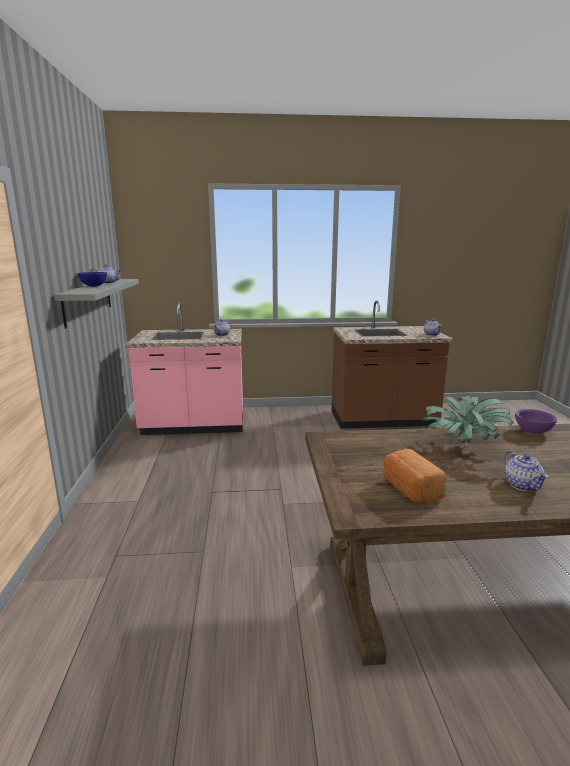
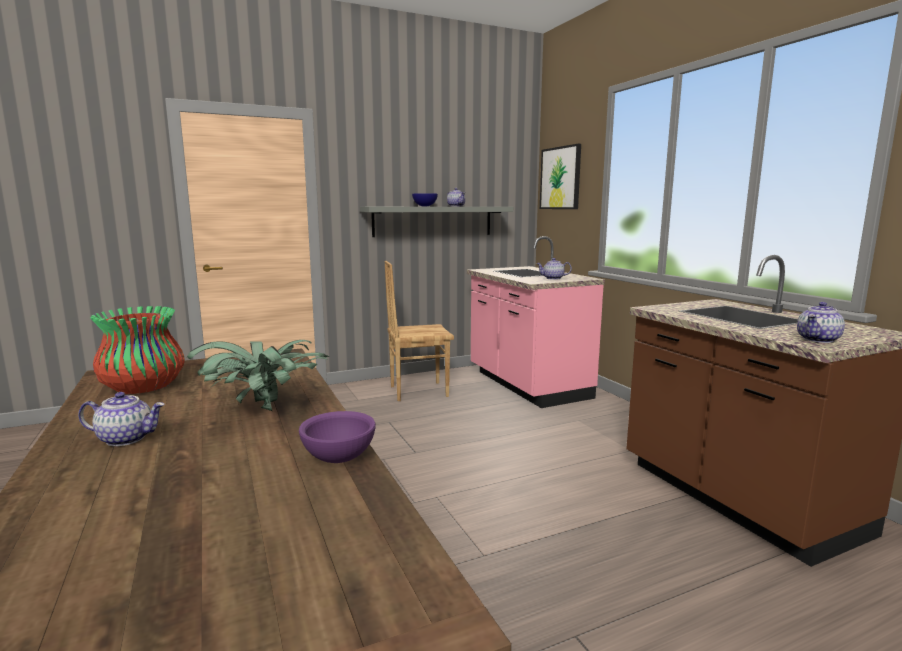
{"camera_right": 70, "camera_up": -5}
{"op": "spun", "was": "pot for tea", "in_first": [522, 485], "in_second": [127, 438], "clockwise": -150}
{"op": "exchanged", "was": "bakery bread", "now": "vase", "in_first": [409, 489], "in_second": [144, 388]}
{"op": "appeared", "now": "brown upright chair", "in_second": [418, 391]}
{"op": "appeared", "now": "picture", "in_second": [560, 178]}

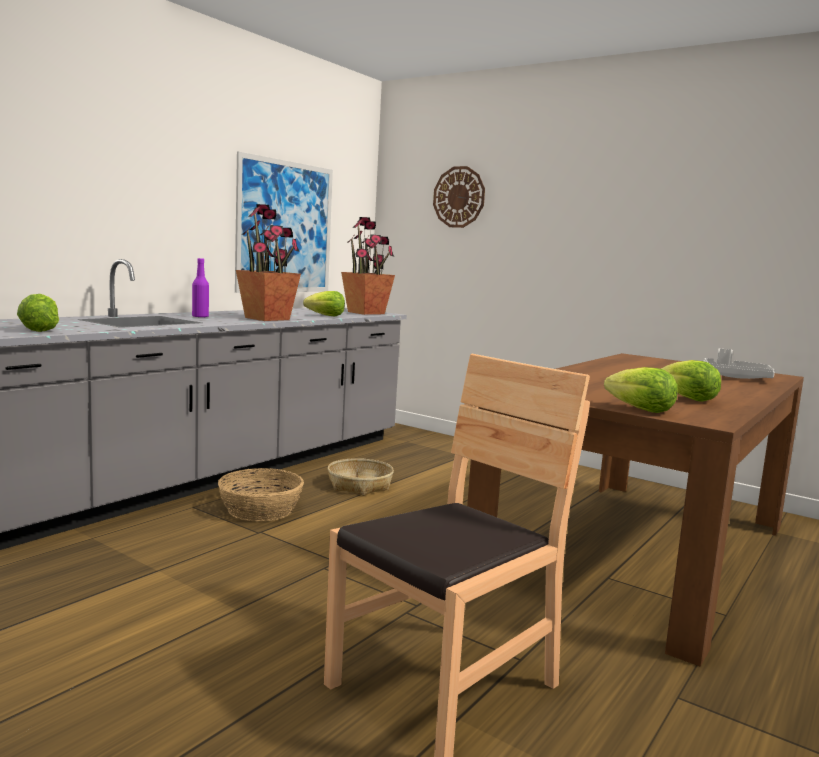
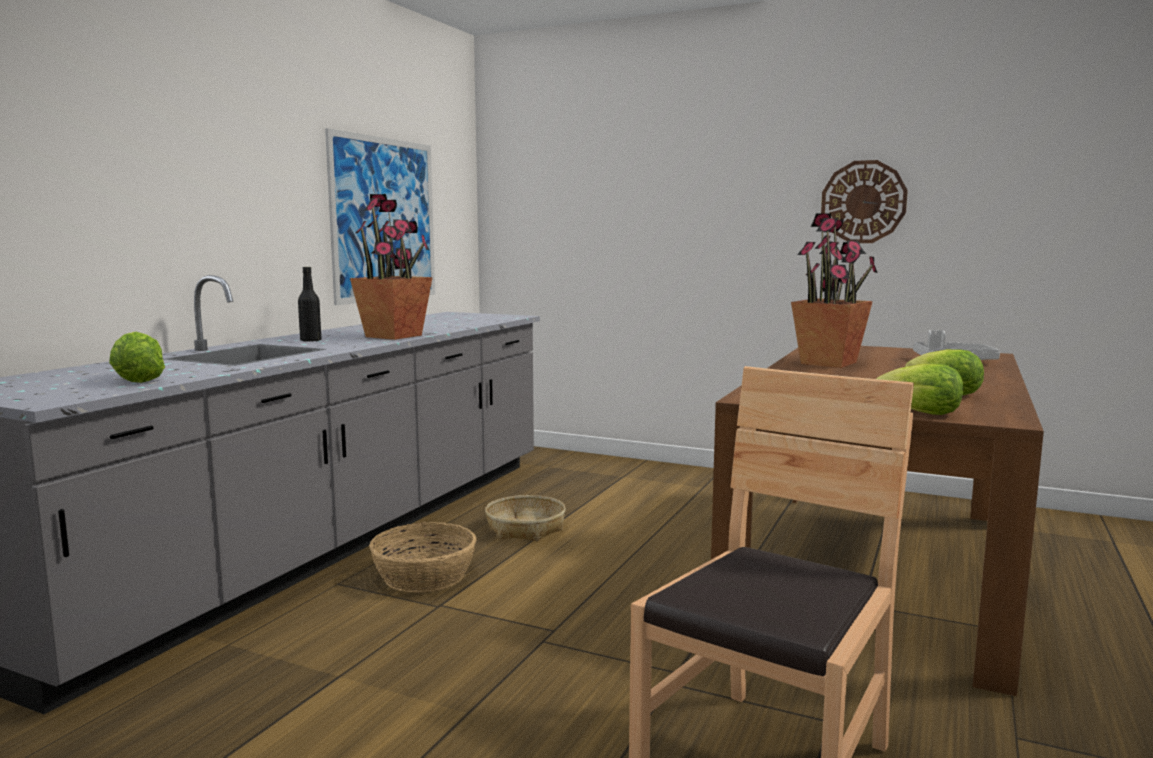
{"camera_right": -10, "camera_up": 0}
{"op": "colour", "was": "purple-coloured bottle", "now": "black bottle", "in_first": [200, 317], "in_second": [311, 341]}
{"op": "relocated", "was": "houseplant", "in_first": [366, 313], "in_second": [829, 363]}
{"op": "relocated", "was": "wall clock", "in_first": [459, 197], "in_second": [863, 202]}
{"op": "missing", "was": "head of lettuce", "in_first": [326, 316]}

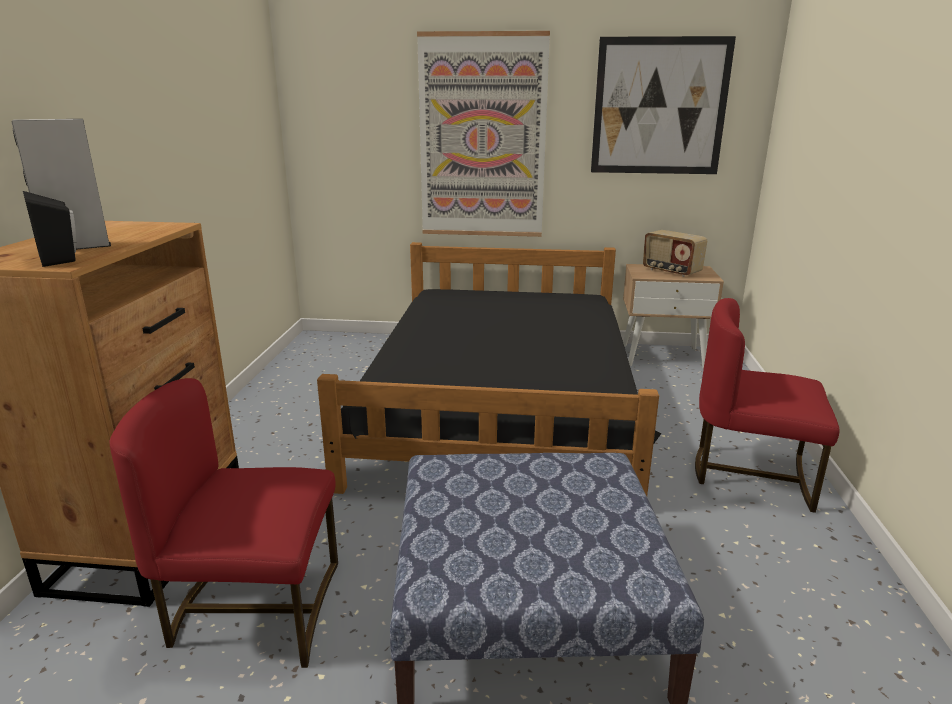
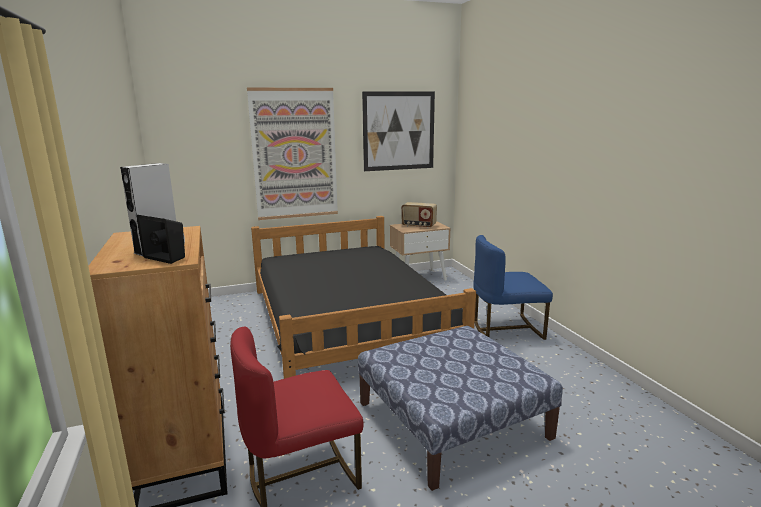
{"camera_right": -25, "camera_up": -5}
{"op": "colour", "was": "red-coloured upright chair", "now": "blue-coloured upright chair", "in_first": [751, 474], "in_second": [506, 328]}

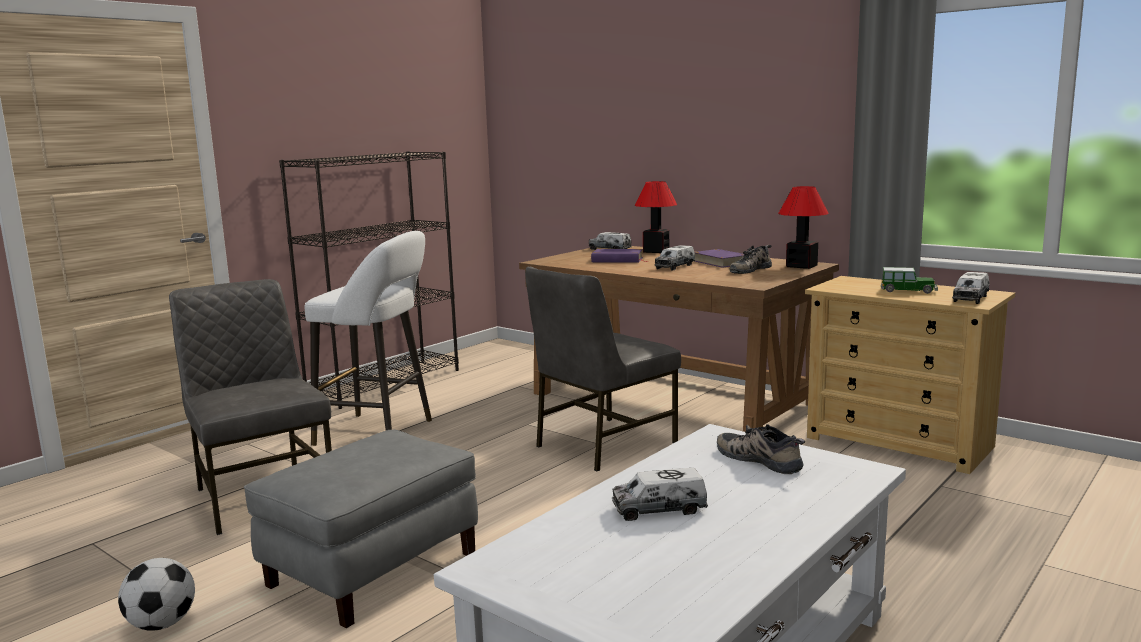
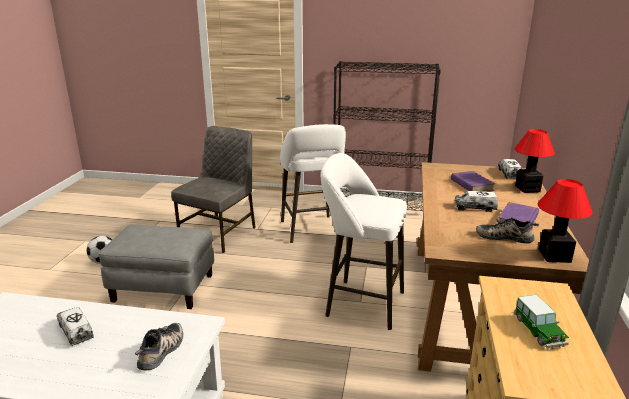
{"camera_right": 60, "camera_up": 10}
{"op": "exchanged", "was": "gray upright chair", "now": "white stool", "in_first": [603, 444], "in_second": [360, 303]}
{"op": "missing", "was": "toy lorry", "in_first": [970, 298]}

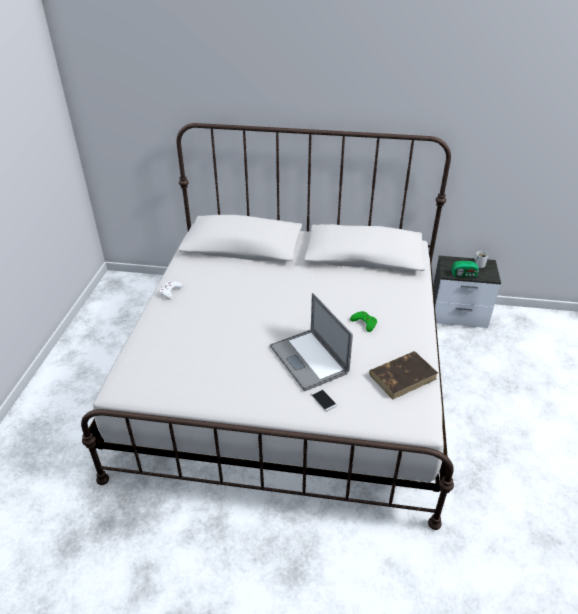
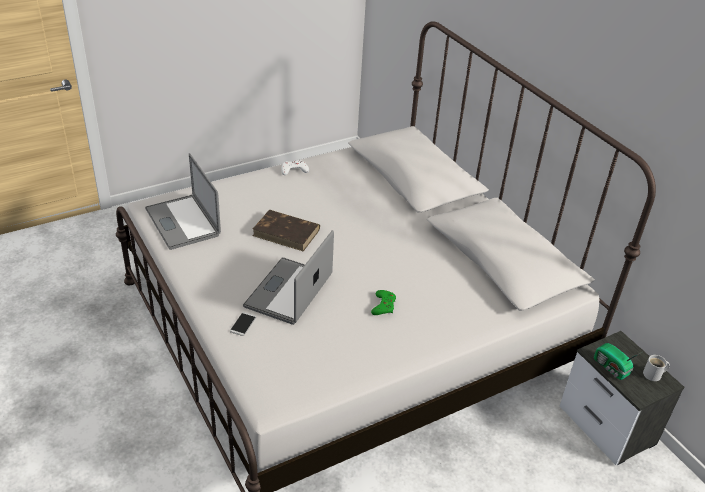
{"camera_right": 50, "camera_up": 0}
{"op": "appeared", "now": "portable computer", "in_second": [182, 222]}
{"op": "relocated", "was": "brown bound book", "in_first": [403, 376], "in_second": [287, 233]}

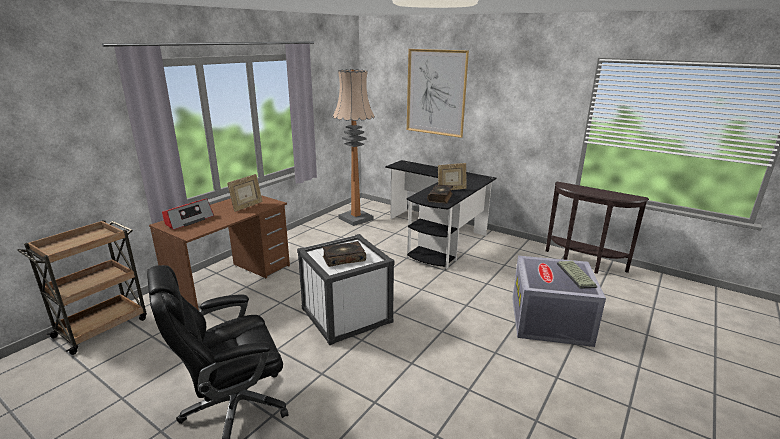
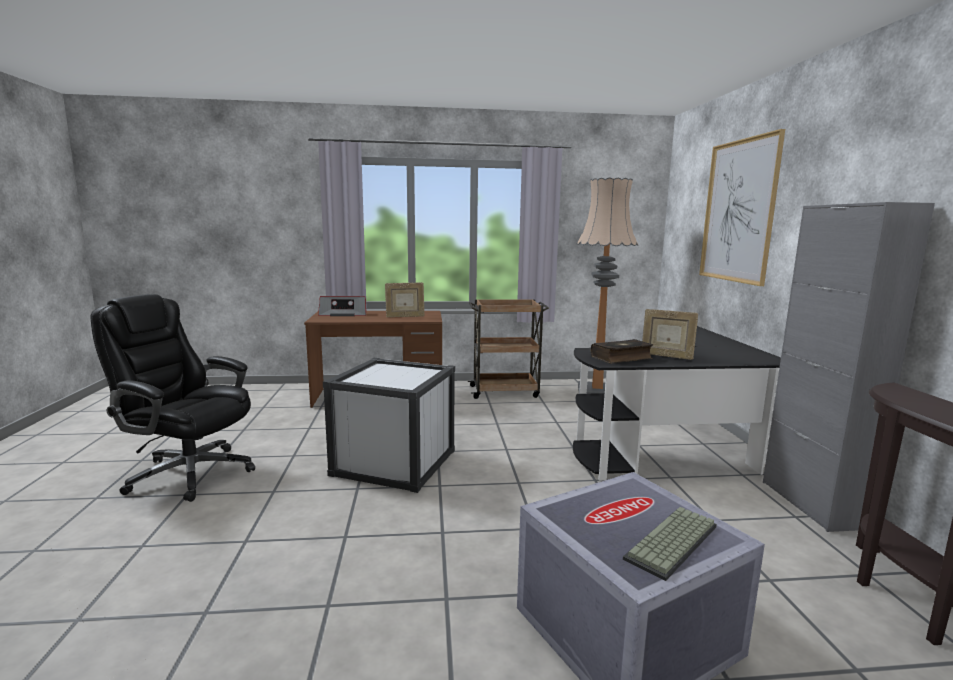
{"camera_right": 50, "camera_up": -10}
{"op": "relocated", "was": "brown wheeled cart", "in_first": [103, 327], "in_second": [505, 391]}
{"op": "appeared", "now": "gray cupboard", "in_second": [811, 504]}
{"op": "missing", "was": "bound book", "in_first": [343, 259]}

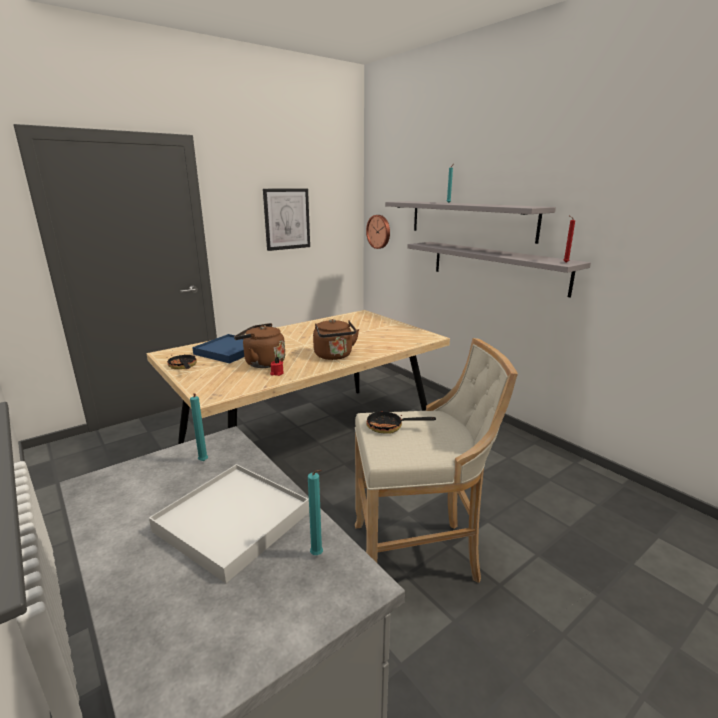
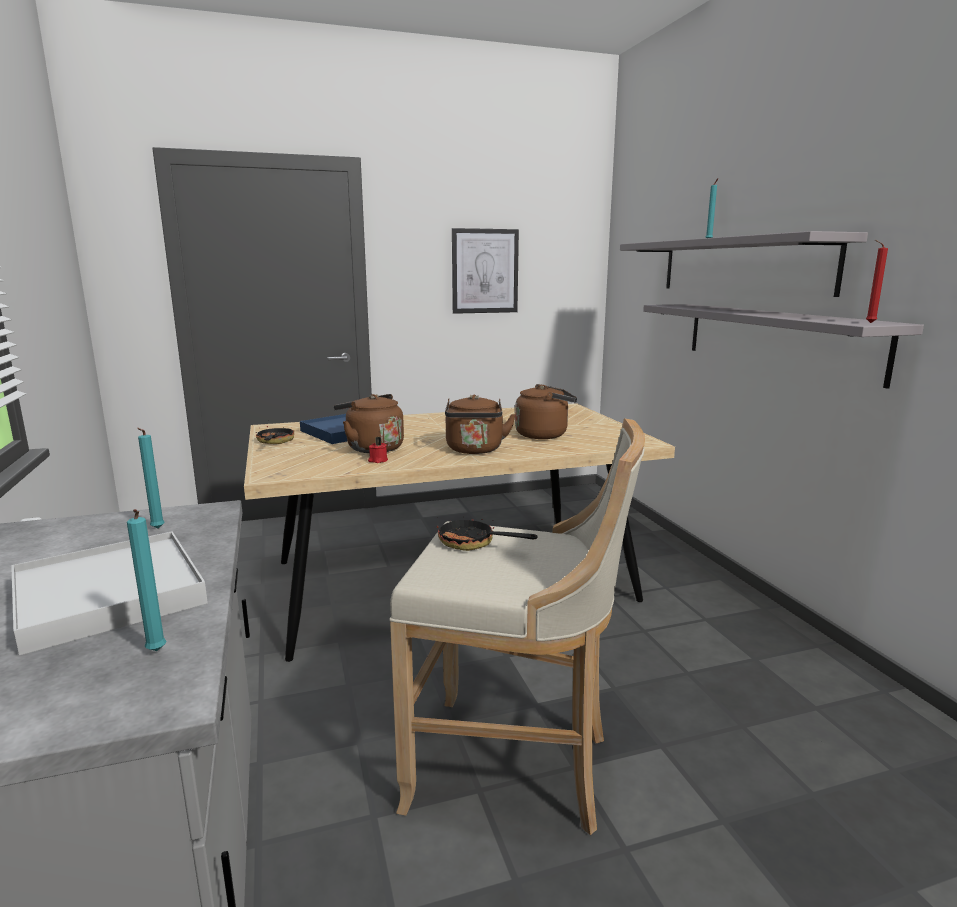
{"camera_right": 20, "camera_up": -5}
{"op": "appeared", "now": "brown kettle", "in_second": [544, 434]}
{"op": "missing", "was": "wall clock", "in_first": [379, 231]}

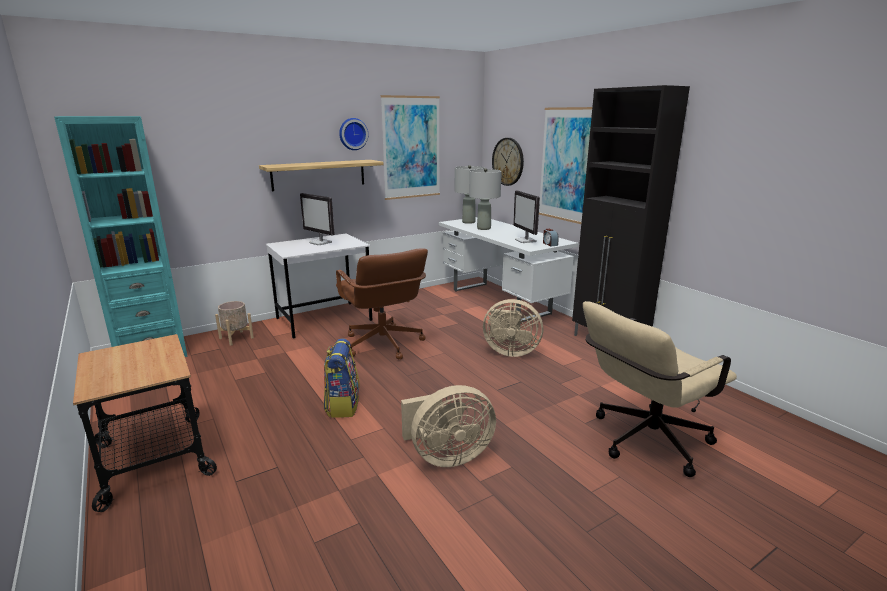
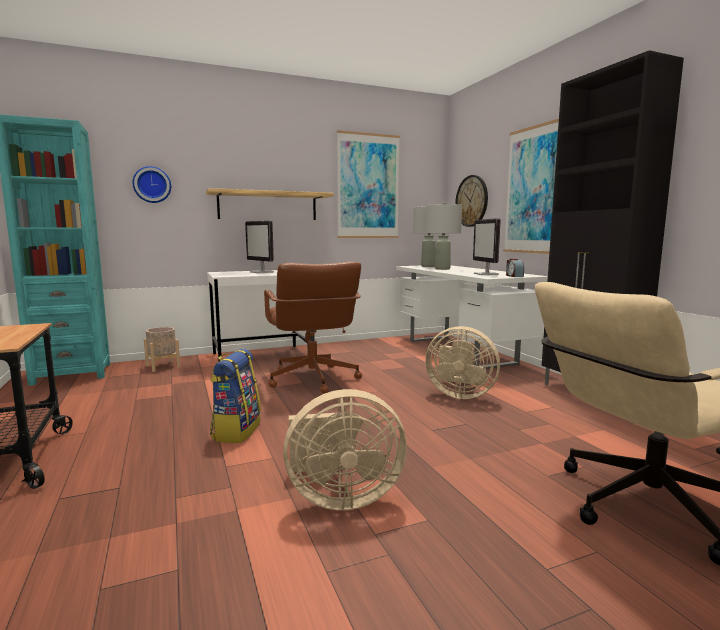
{"camera_right": 10, "camera_up": -10}
{"op": "relocated", "was": "wall clock", "in_first": [352, 134], "in_second": [152, 185]}

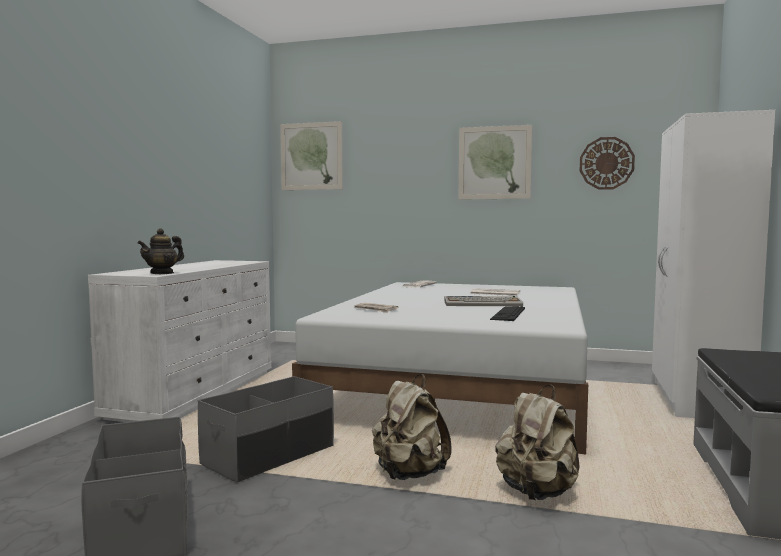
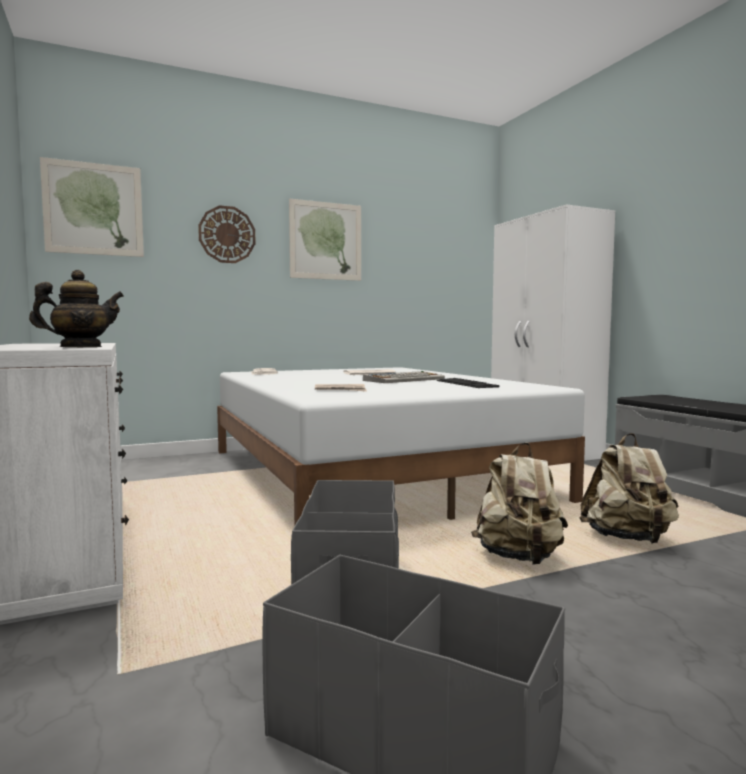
{"camera_right": -40, "camera_up": 0}
{"op": "spun", "was": "pot for tea", "in_first": [162, 273], "in_second": [80, 347], "clockwise": -120}
{"op": "relocated", "was": "wall clock", "in_first": [606, 163], "in_second": [227, 234]}

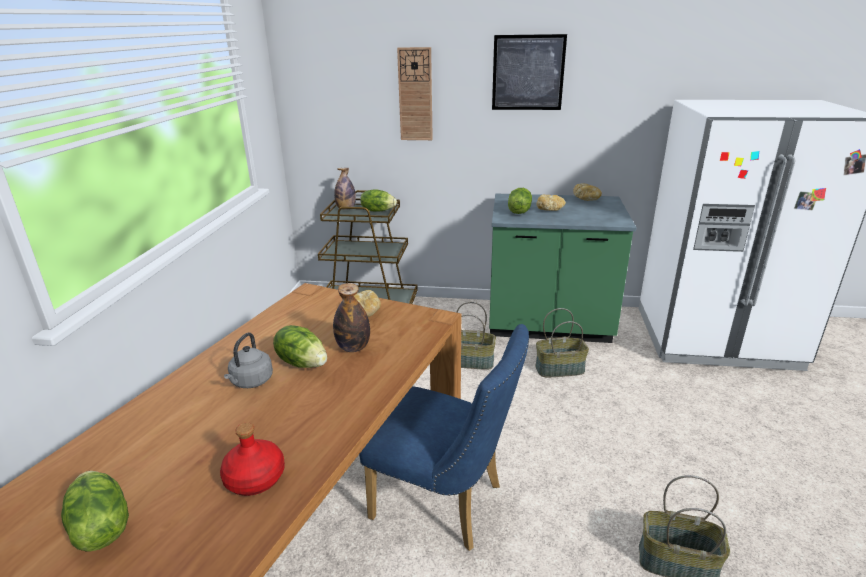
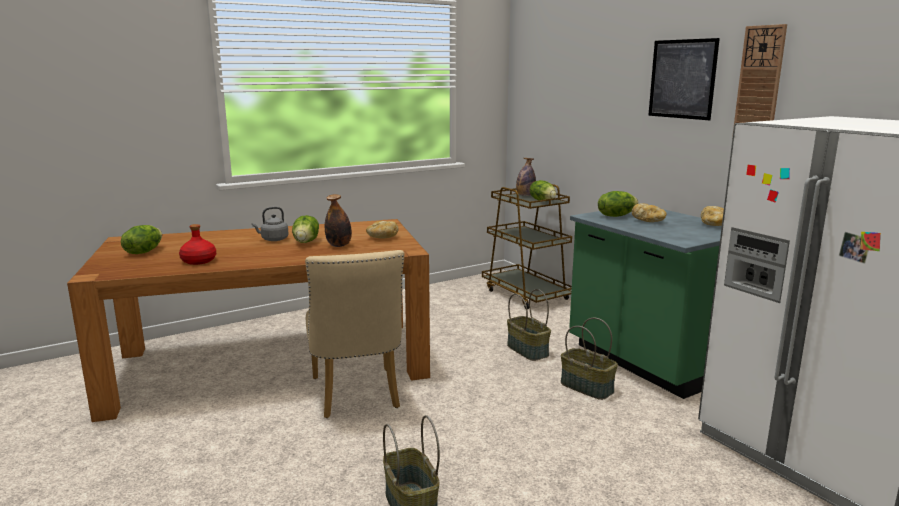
{"camera_right": 50, "camera_up": -10}
{"op": "colour", "was": "blue-coloured upright chair", "now": "beige-coloured upright chair", "in_first": [446, 504], "in_second": [356, 397]}
{"op": "relocated", "was": "wall clock", "in_first": [415, 95], "in_second": [759, 83]}

